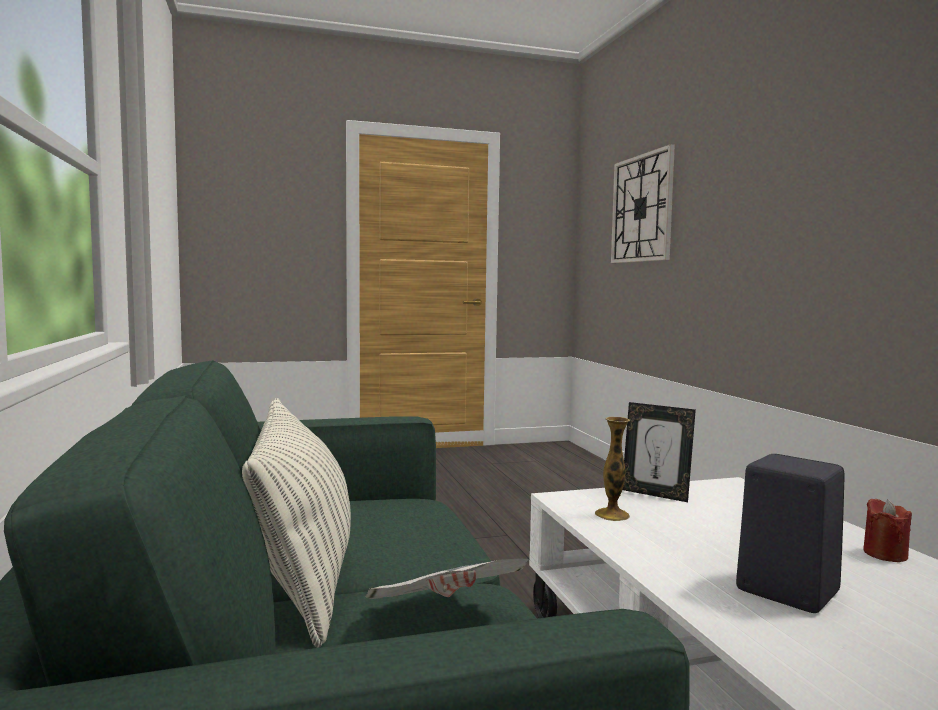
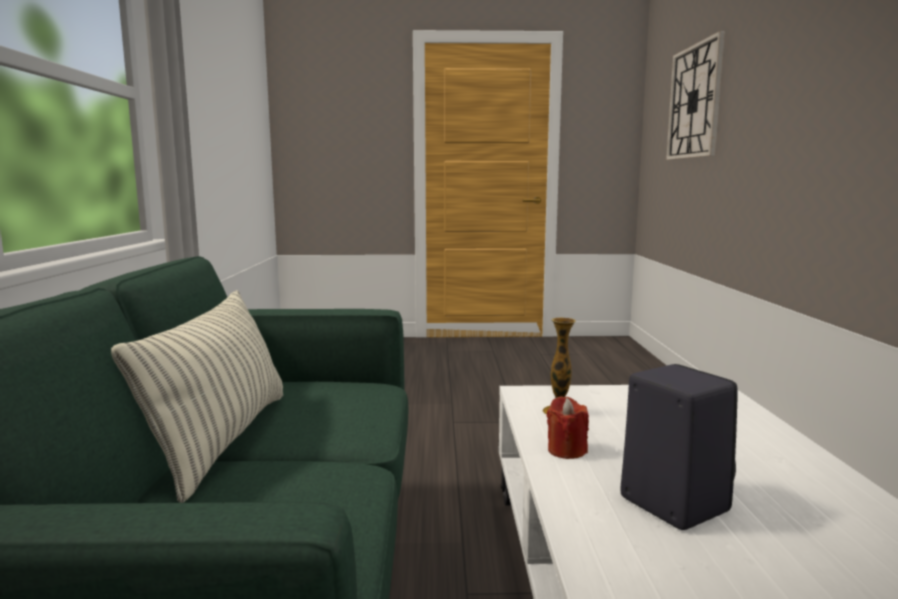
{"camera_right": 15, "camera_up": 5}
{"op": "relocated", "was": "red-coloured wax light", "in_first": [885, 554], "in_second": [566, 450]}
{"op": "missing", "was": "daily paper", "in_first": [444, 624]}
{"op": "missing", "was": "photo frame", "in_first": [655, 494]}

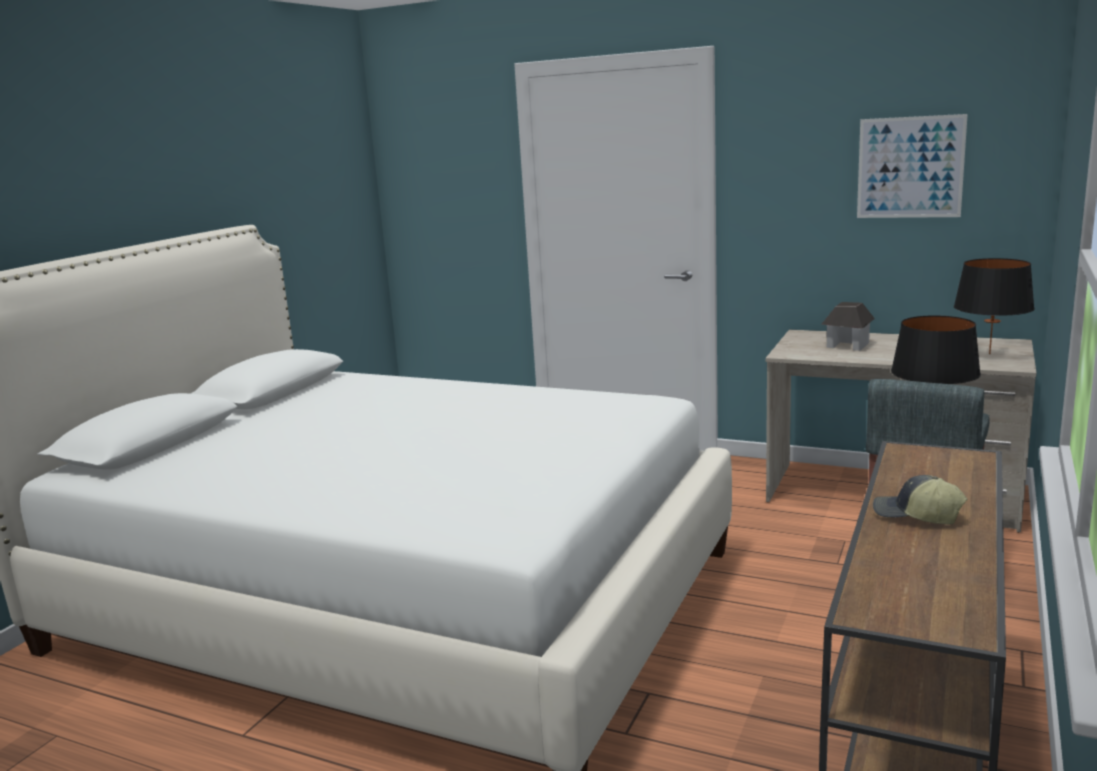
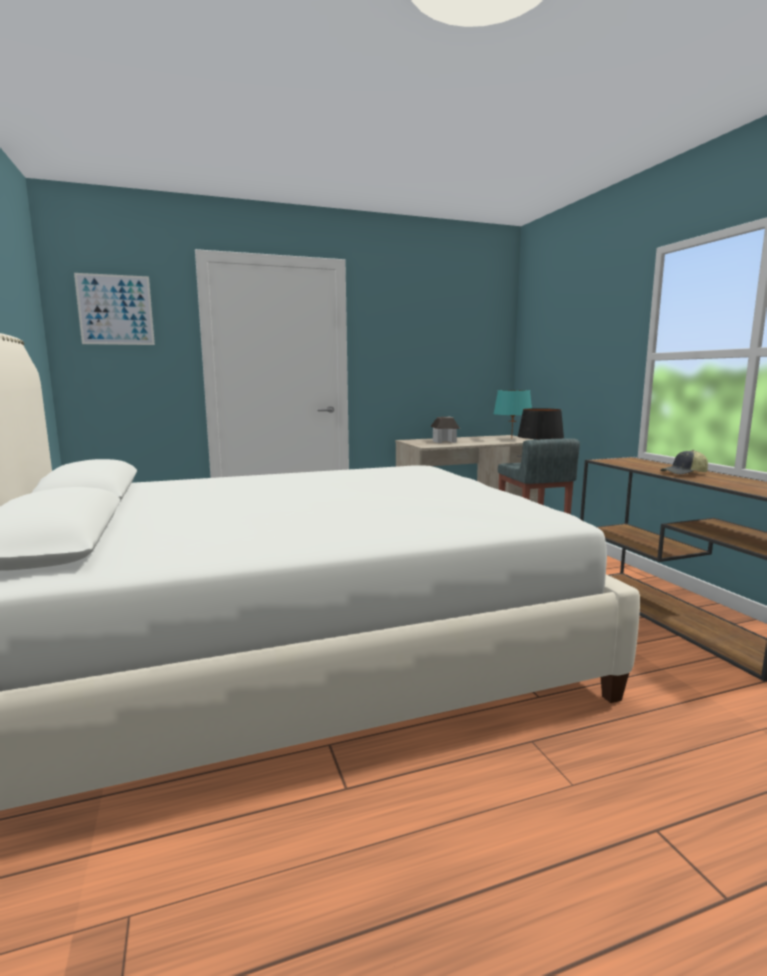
{"camera_right": -45, "camera_up": -5}
{"op": "relocated", "was": "picture", "in_first": [910, 167], "in_second": [115, 310]}
{"op": "colour", "was": "black tabletop lamp", "now": "blue-green tabletop lamp", "in_first": [989, 354], "in_second": [511, 439]}

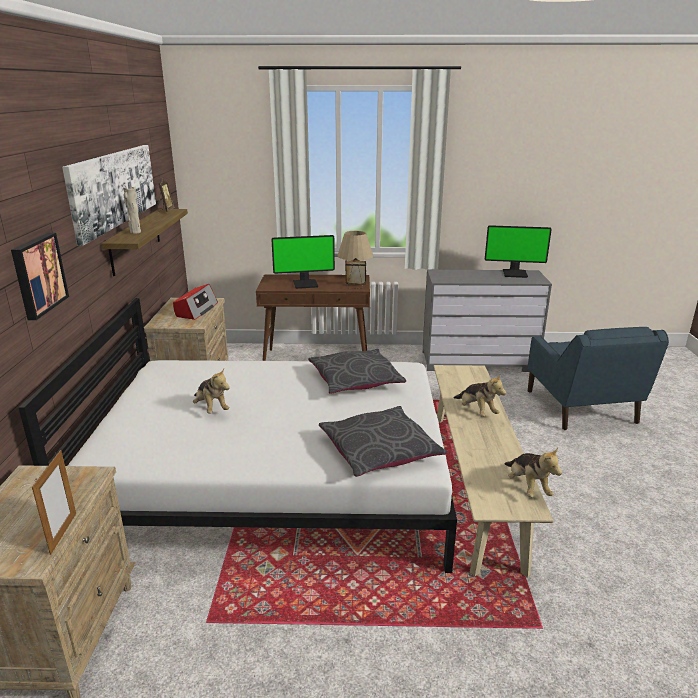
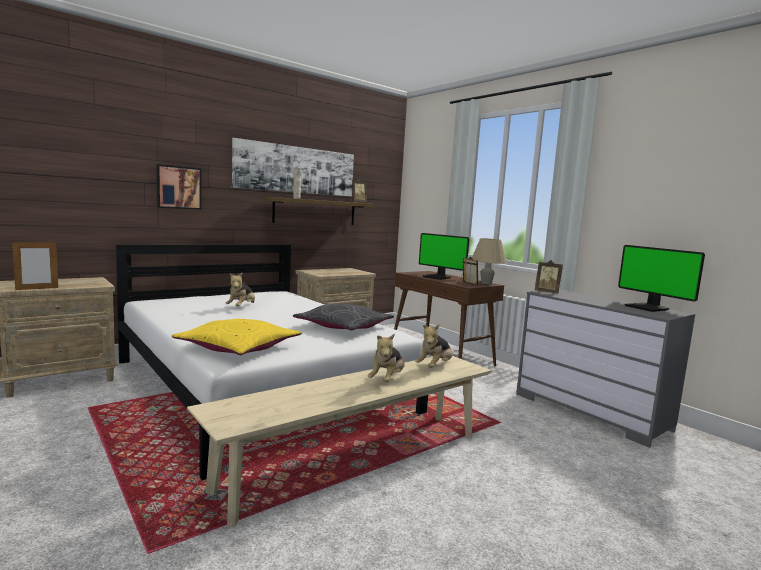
{"camera_right": 50, "camera_up": -15}
{"op": "colour", "was": "gray pillow", "now": "yellow-coloured pillow", "in_first": [379, 450], "in_second": [239, 348]}
{"op": "relocated", "was": "plush toy", "in_first": [527, 487], "in_second": [435, 367]}
{"op": "appeared", "now": "photo frame", "in_second": [547, 292]}
{"op": "missing", "was": "radio set", "in_first": [196, 310]}
{"op": "missing", "was": "blue-coloured lounge chair", "in_first": [581, 408]}

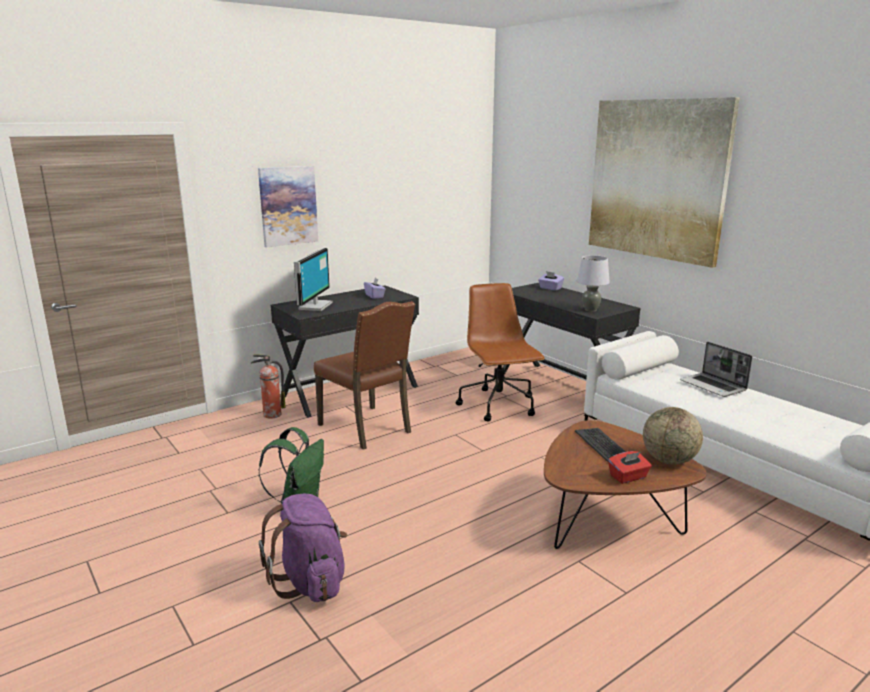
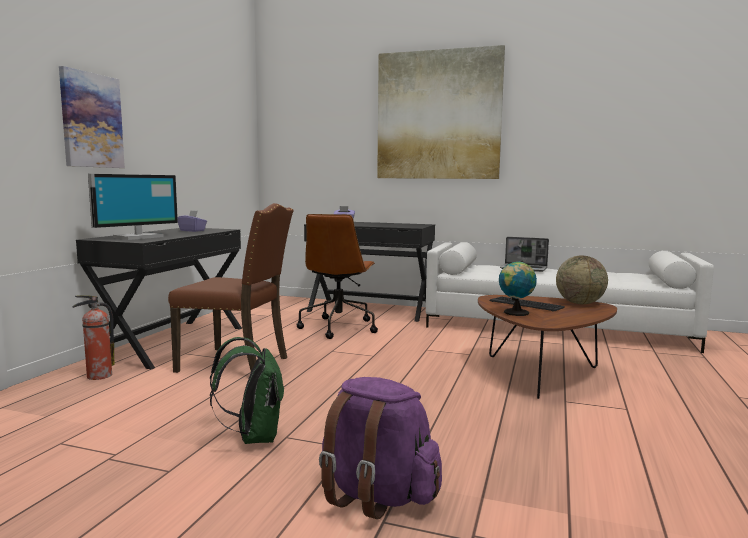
{"camera_right": -35, "camera_up": -10}
{"op": "spun", "was": "computer screen", "in_first": [314, 306], "in_second": [137, 237], "clockwise": 60}
{"op": "spun", "was": "brown office chair", "in_first": [499, 406], "in_second": [338, 327], "clockwise": -120}
{"op": "appeared", "now": "world globe", "in_second": [515, 313]}
{"op": "missing", "was": "gray tabletop lamp", "in_first": [590, 310]}
{"op": "missing", "was": "red-coloured tissue holder", "in_first": [628, 477]}

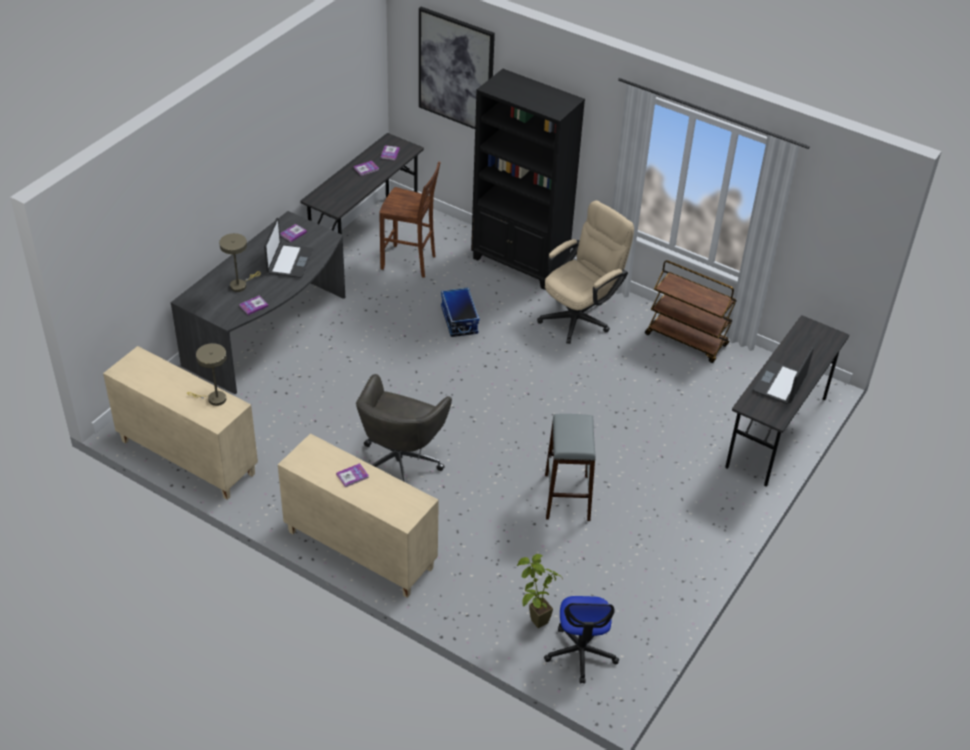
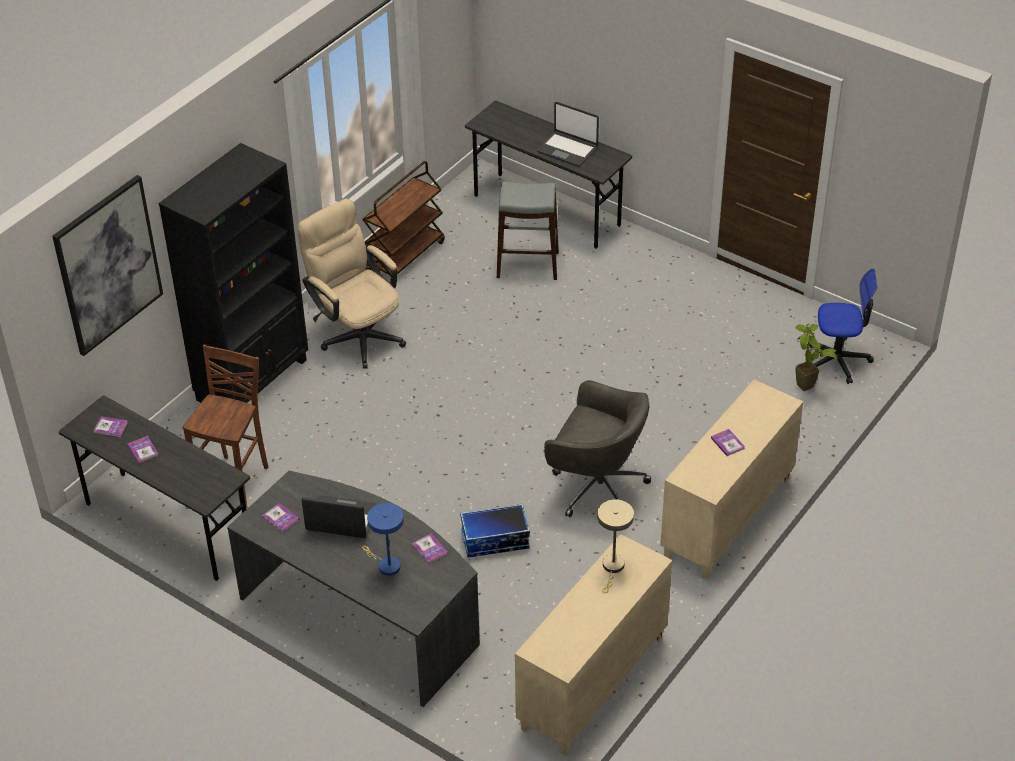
{"camera_right": -85, "camera_up": 0}
{"op": "colour", "was": "beige-coloured tabletop lamp", "now": "blue-coloured tabletop lamp", "in_first": [240, 285], "in_second": [386, 565]}
{"op": "relocated", "was": "storage bin", "in_first": [458, 320], "in_second": [495, 541]}
{"op": "relocated", "was": "gray stool", "in_first": [567, 497], "in_second": [527, 265]}

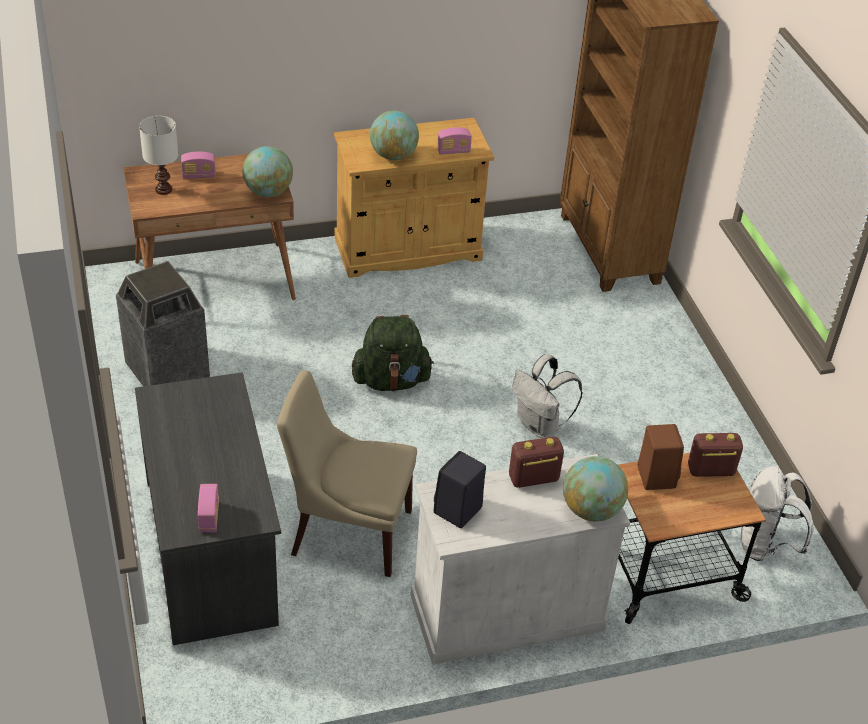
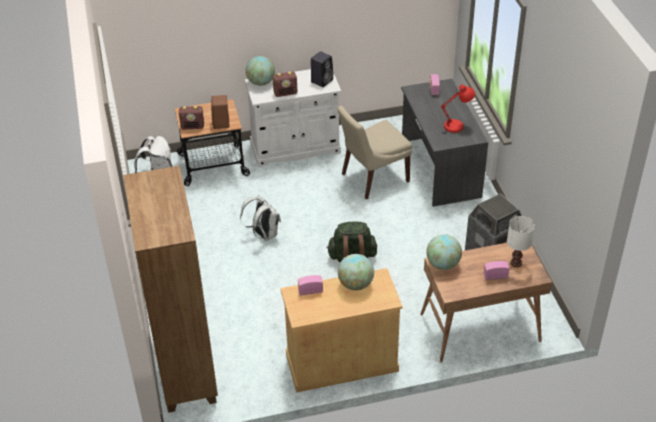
{"camera_right": -175, "camera_up": 0}
{"op": "spun", "was": "beige-coloured upright chair", "in_first": [347, 531], "in_second": [373, 178], "clockwise": 135}
{"op": "appeared", "now": "red-coloured tabletop lamp", "in_second": [456, 126]}

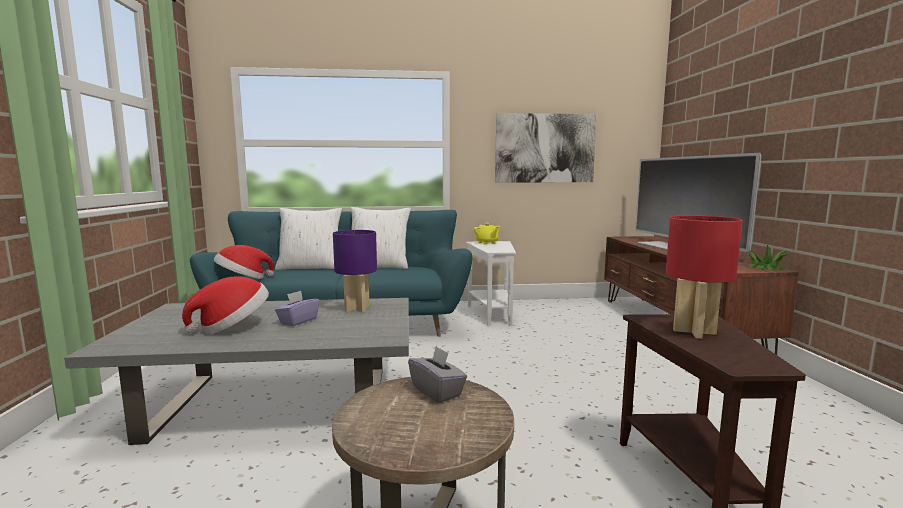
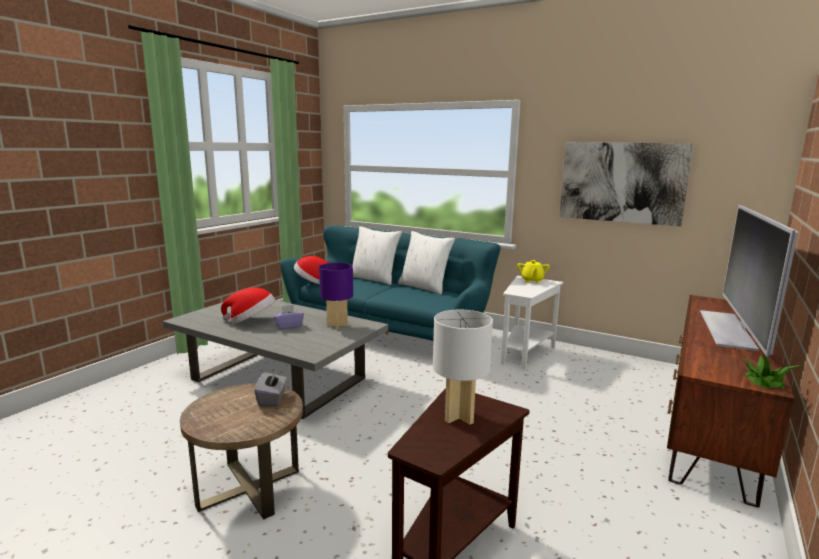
{"camera_right": 35, "camera_up": 5}
{"op": "colour", "was": "red-coloured tabletop lamp", "now": "white tabletop lamp", "in_first": [695, 332], "in_second": [459, 416]}

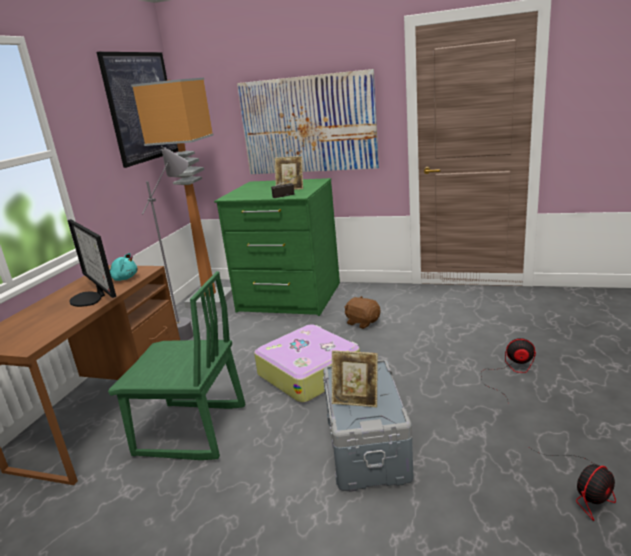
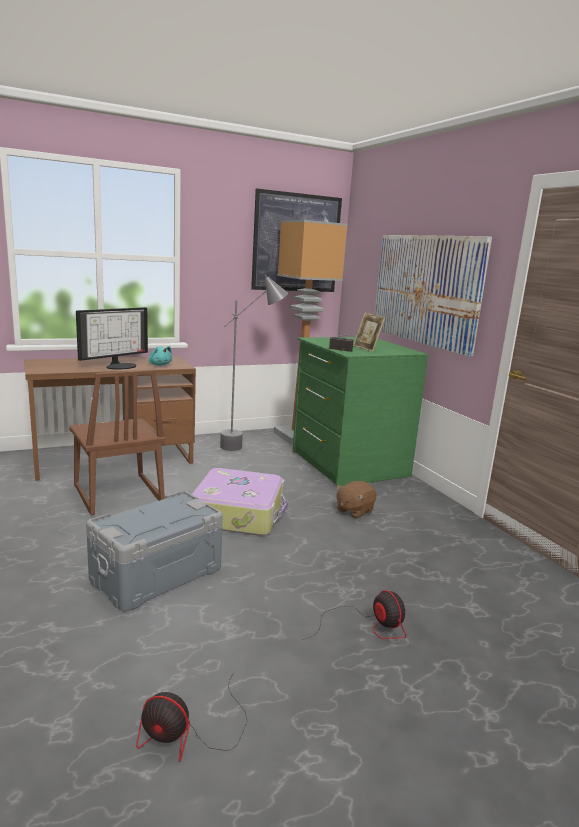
{"camera_right": 45, "camera_up": -5}
{"op": "colour", "was": "green-coloured upright chair", "now": "brown upright chair", "in_first": [191, 431], "in_second": [117, 495]}
{"op": "spun", "was": "computer screen", "in_first": [91, 298], "in_second": [120, 366], "clockwise": -150}
{"op": "spun", "was": "brown plush toy", "in_first": [362, 322], "in_second": [354, 511], "clockwise": -135}
{"op": "missing", "was": "photo frame", "in_first": [356, 400]}

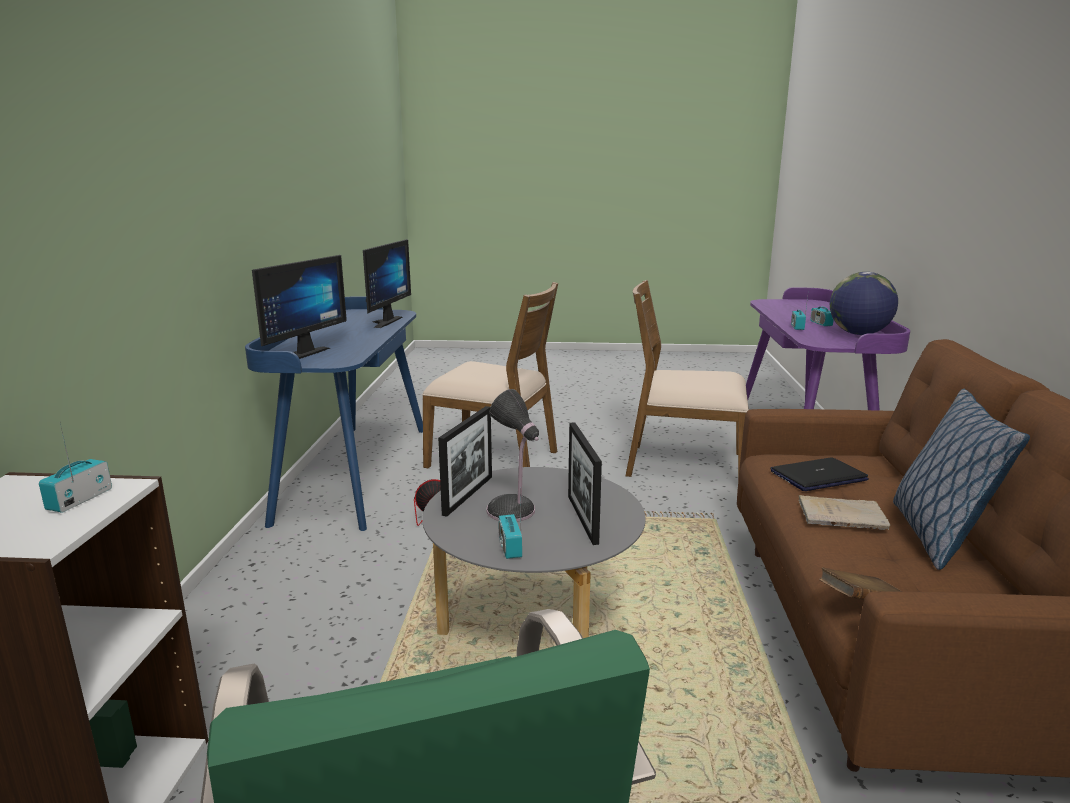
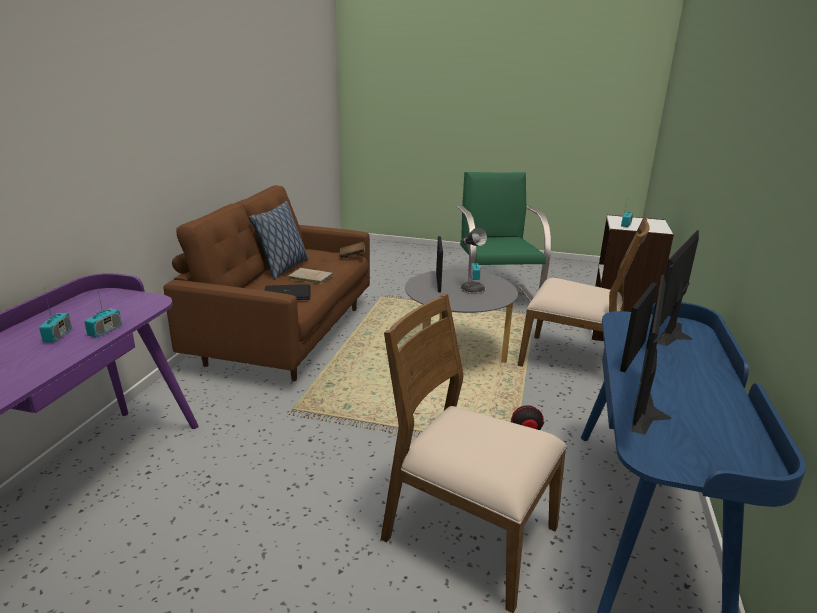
{"camera_right": -170, "camera_up": 5}
{"op": "relocated", "was": "brown upright chair", "in_first": [684, 465], "in_second": [571, 360]}
{"op": "relocated", "was": "photo frame", "in_first": [468, 495], "in_second": [633, 355]}
{"op": "missing", "was": "world globe", "in_first": [858, 334]}

